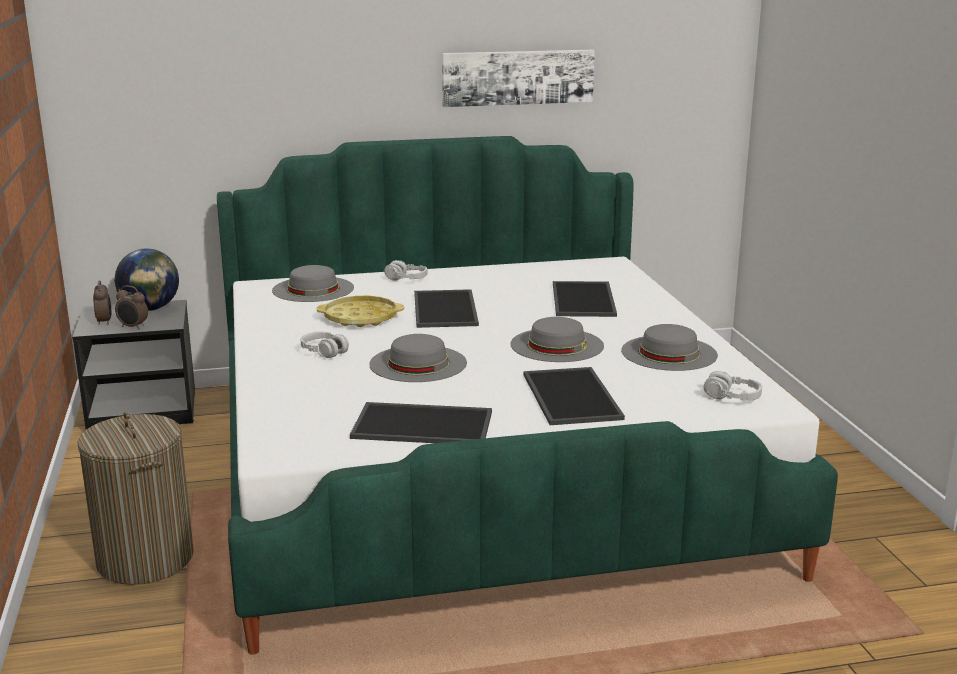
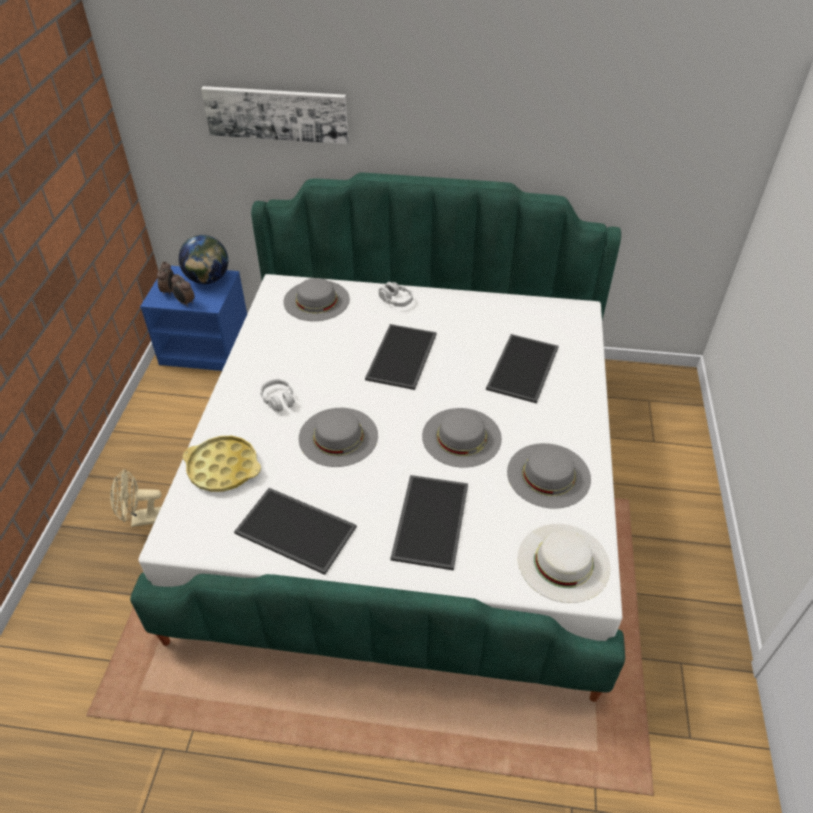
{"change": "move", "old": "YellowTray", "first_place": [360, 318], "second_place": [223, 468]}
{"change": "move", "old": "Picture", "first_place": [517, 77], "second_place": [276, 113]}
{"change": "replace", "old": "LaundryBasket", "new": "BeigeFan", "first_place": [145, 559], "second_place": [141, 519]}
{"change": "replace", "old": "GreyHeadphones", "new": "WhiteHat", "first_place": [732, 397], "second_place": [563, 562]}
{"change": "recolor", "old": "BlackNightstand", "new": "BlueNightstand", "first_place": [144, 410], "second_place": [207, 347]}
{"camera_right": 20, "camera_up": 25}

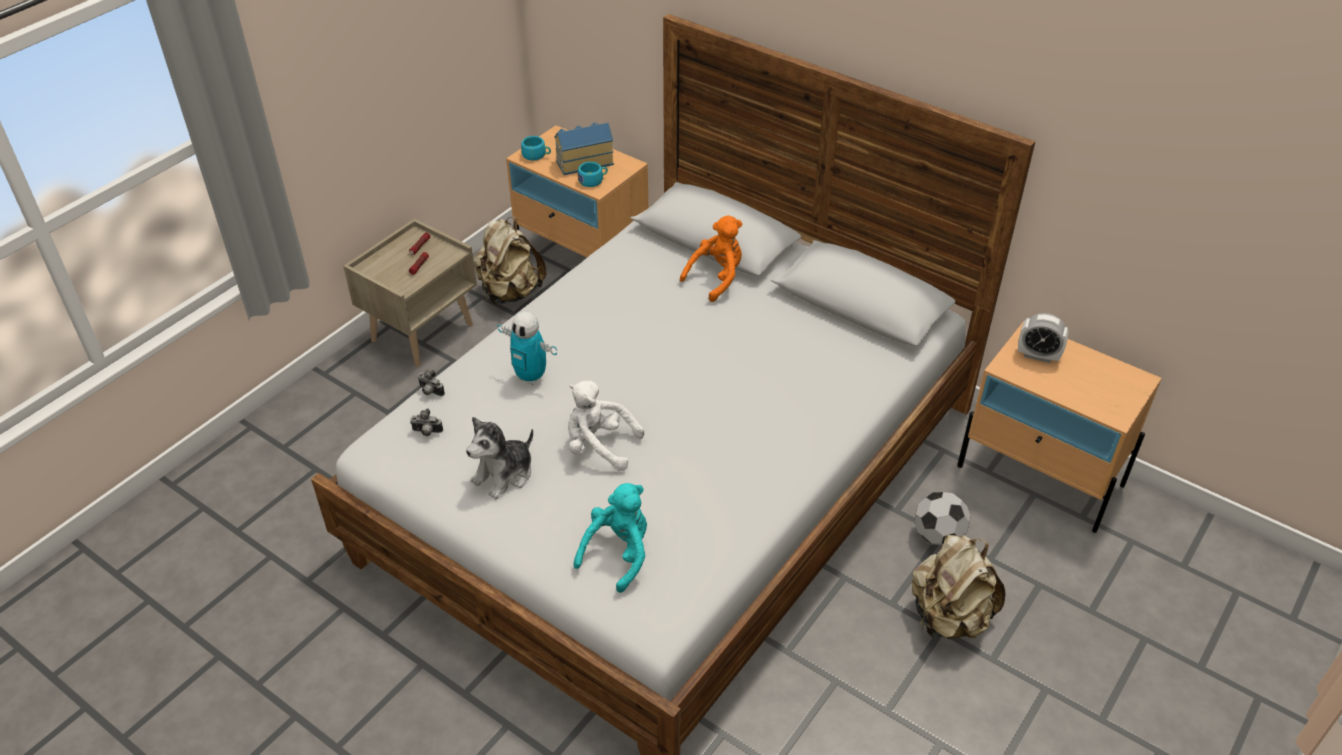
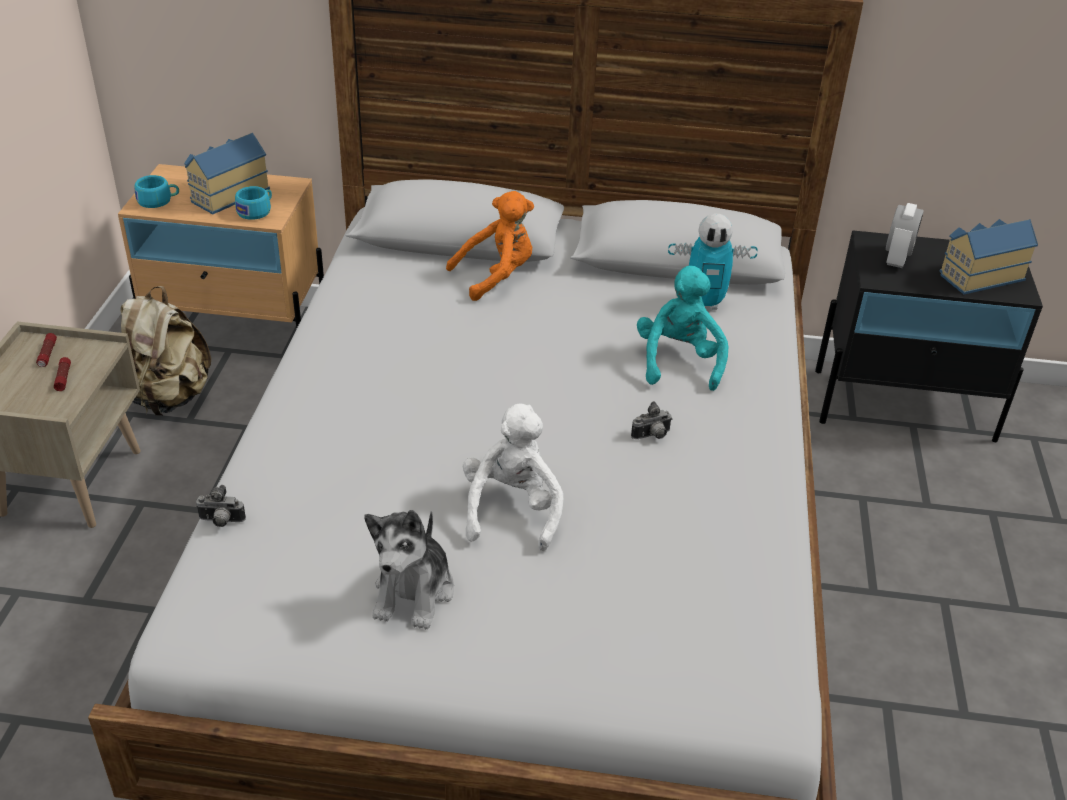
{"change": "delete", "old": "BeigeBackpack", "first_place": [949, 617]}
{"change": "delete", "old": "Football", "first_place": [938, 535]}
{"change": "insert", "new": "ToyHouse", "second_place": [978, 275]}
{"change": "move", "old": "PhotoCamera", "first_place": [427, 432], "second_place": [652, 436]}
{"change": "move", "old": "ToyRobot", "first_place": [531, 377], "second_place": [705, 303]}
{"change": "move", "old": "TurquoisePlushToy", "first_place": [618, 553], "second_place": [679, 361]}
{"change": "recolor", "old": "BeigeNightstand", "new": "BlackNightstand", "first_place": [1041, 476], "second_place": [904, 405]}
{"change": "rotate", "old": "WhitePlushToy", "first_place": [599, 446], "second_place": [512, 510], "degrees": 105}
{"change": "rotate", "old": "OrangePlushToy", "first_place": [716, 278], "second_place": [496, 276], "degrees": 45}
{"change": "rotate", "old": "AlarmClock", "first_place": [1038, 355], "second_place": [896, 259], "degrees": -60}
{"camera_right": -30, "camera_up": -5}

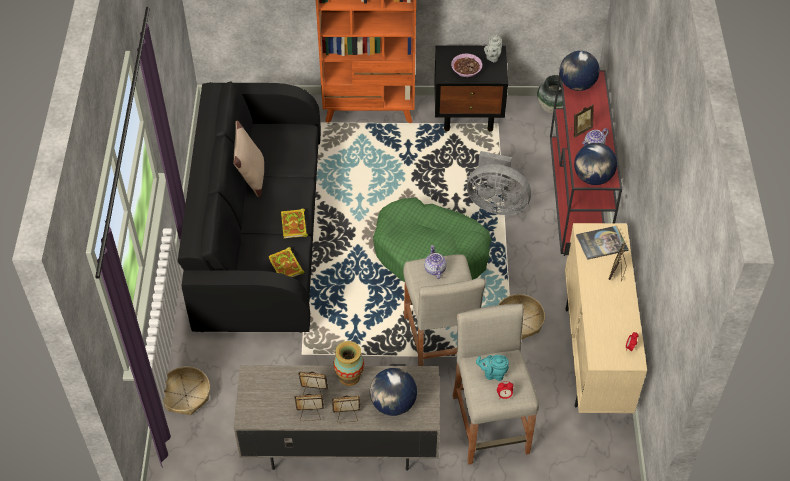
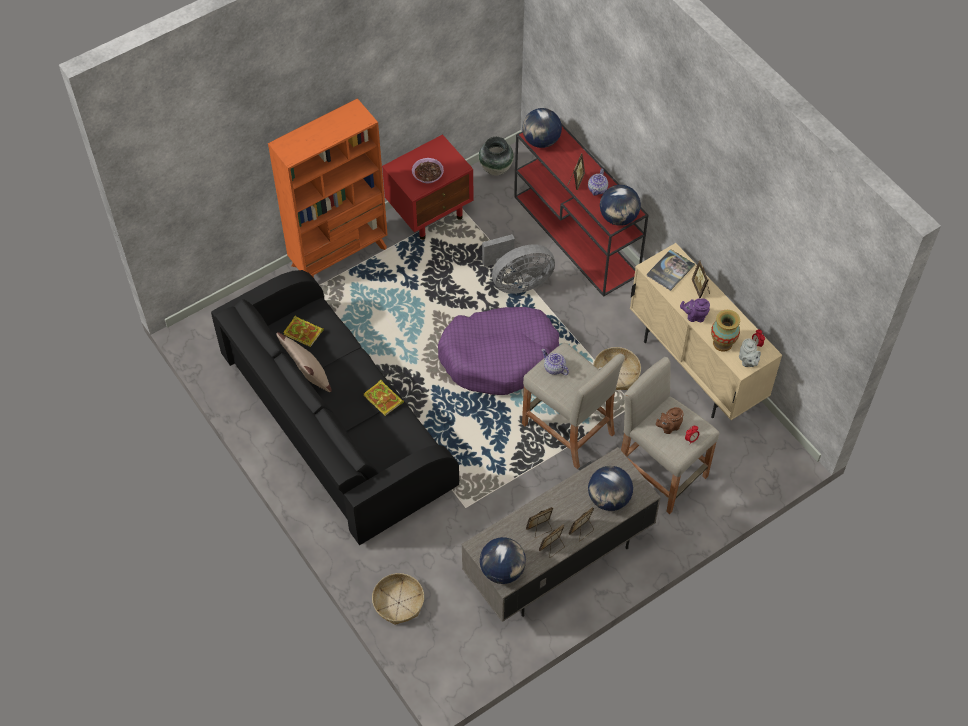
{"change": "insert", "new": "Globe", "second_place": [503, 570]}
{"change": "insert", "new": "PurpleTeapot", "second_place": [694, 316]}
{"change": "move", "old": "Book", "first_place": [286, 266], "second_place": [304, 332]}
{"change": "move", "old": "Vase", "first_place": [349, 376], "second_place": [722, 343]}
{"change": "move", "old": "GreyTeapot", "first_place": [492, 57], "second_place": [747, 361]}
{"change": "recolor", "old": "GreenDogBed", "new": "PurpleDogBed", "first_place": [430, 253], "second_place": [499, 357]}
{"change": "recolor", "old": "BlackNightstand", "new": "RedNightstand", "first_place": [469, 115], "second_place": [430, 213]}
{"change": "recolor", "old": "TurquoiseTeapot", "new": "BrownTeapot", "first_place": [493, 374], "second_place": [668, 427]}
{"camera_right": -35, "camera_up": 5}

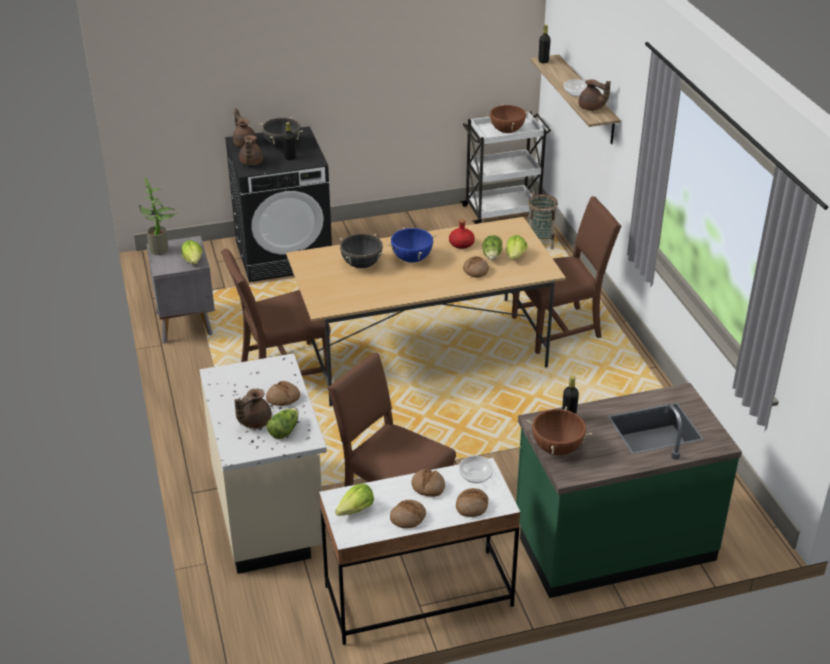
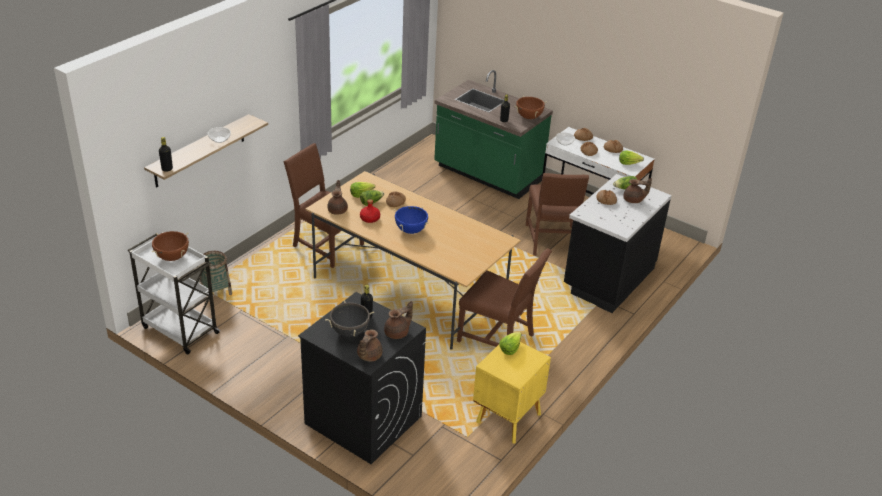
{"change": "delete", "old": "PottedPlant", "first_place": [162, 250]}
{"change": "delete", "old": "BlackCookingPot", "first_place": [361, 264]}
{"change": "move", "old": "BrownTeapot", "first_place": [591, 108], "second_place": [338, 210]}
{"change": "recolor", "old": "GreyNightstand", "new": "YellowNightstand", "first_place": [185, 323], "second_place": [507, 418]}
{"change": "recolor", "old": "BeigeCounter", "new": "BlackCounter", "first_place": [270, 513], "second_place": [607, 278]}
{"camera_right": -130, "camera_up": 0}

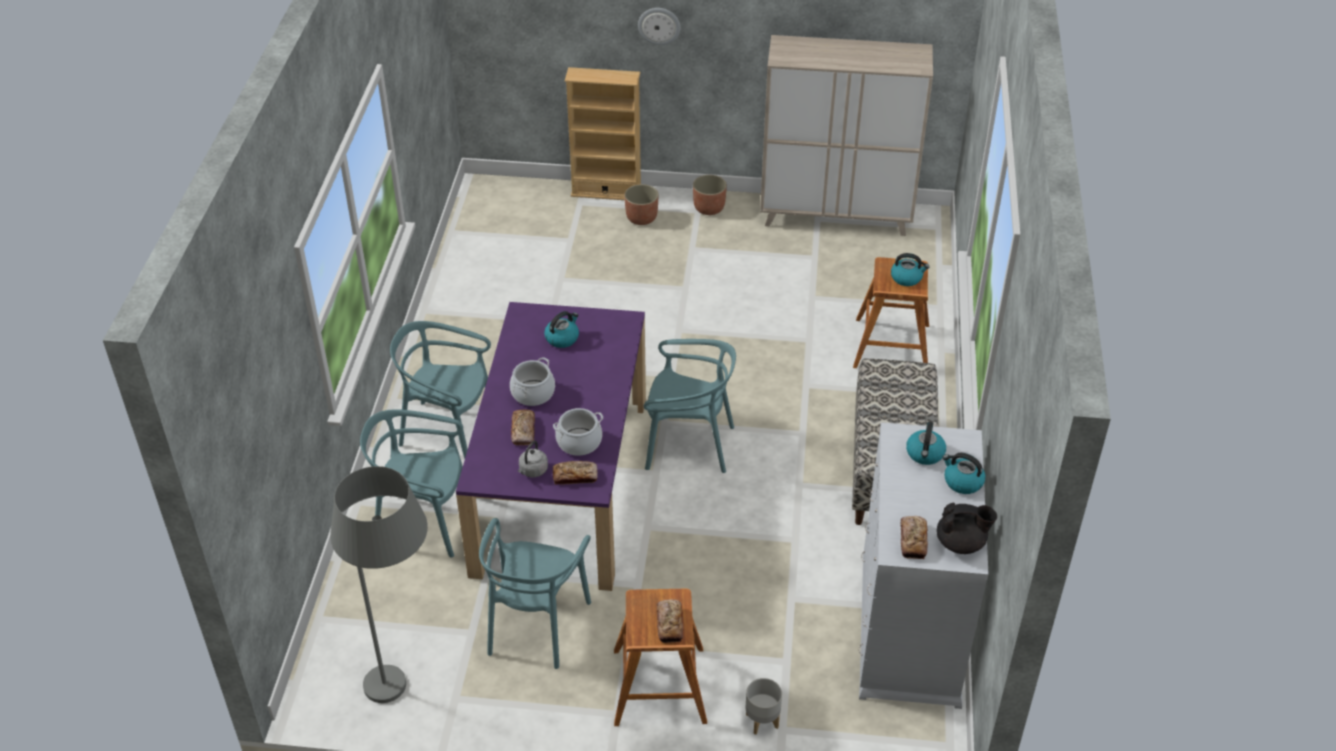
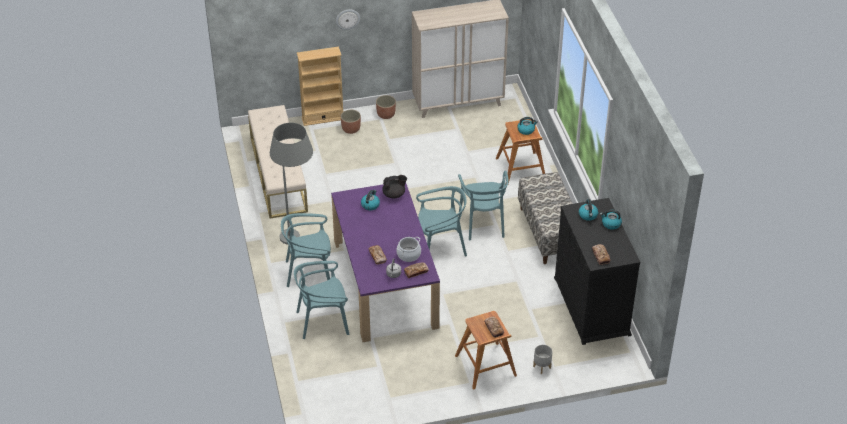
{"change": "delete", "old": "CookingPot", "first_place": [533, 393]}
{"change": "insert", "new": "BeigeBench", "second_place": [278, 174]}
{"change": "move", "old": "GreyFloorLamp", "first_place": [407, 676], "second_place": [297, 231]}
{"change": "move", "old": "TurquoiseChair", "first_place": [536, 625], "second_place": [483, 223]}
{"change": "move", "old": "BlackTeapot", "first_place": [961, 543], "second_place": [394, 194]}
{"change": "recolor", "old": "WhiteDresser", "new": "BlackDresser", "first_place": [909, 628], "second_place": [592, 306]}
{"camera_right": -20, "camera_up": 0}

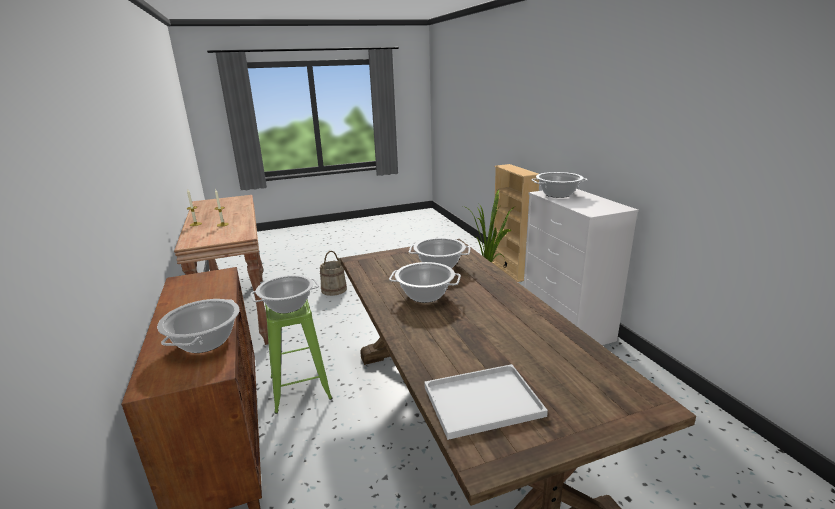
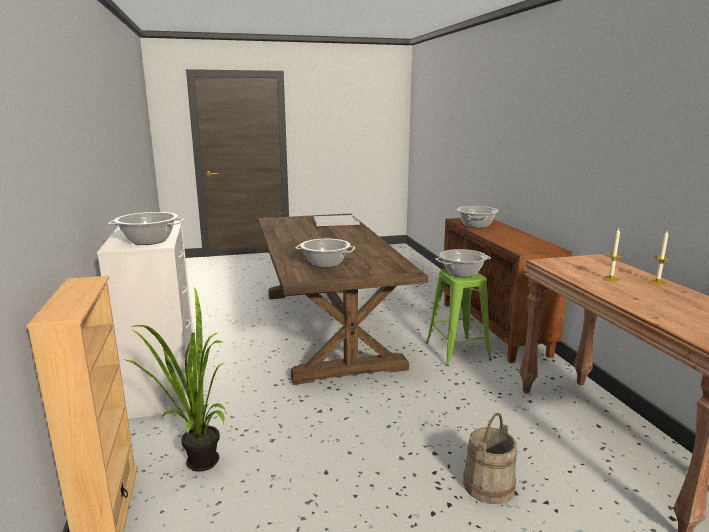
{"change": "delete", "old": "CookingPot", "first_place": [425, 295]}
{"camera_right": -175, "camera_up": -5}

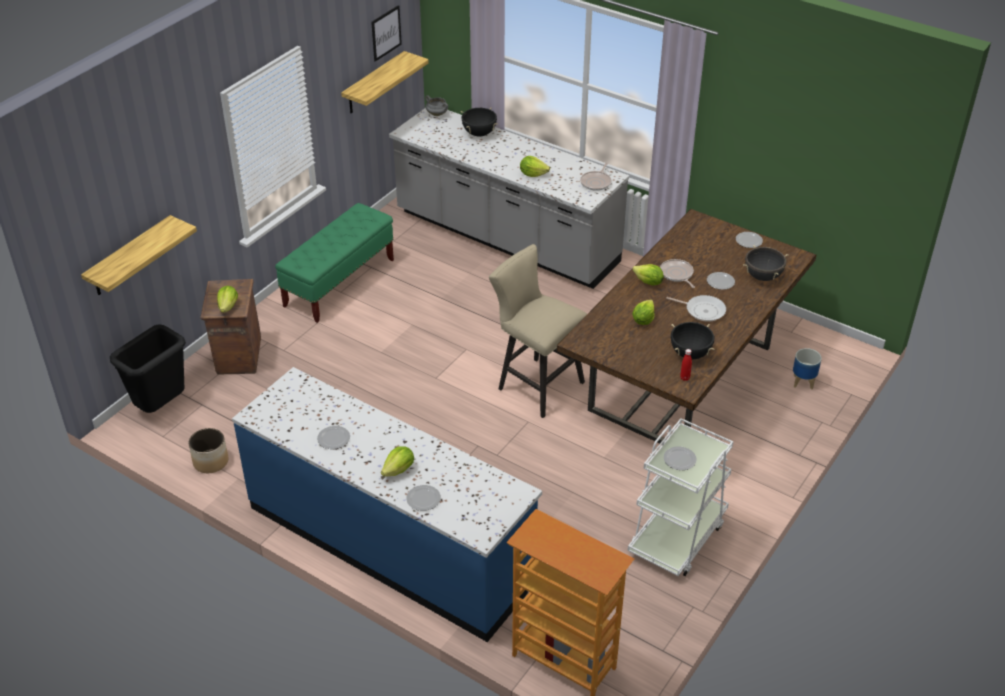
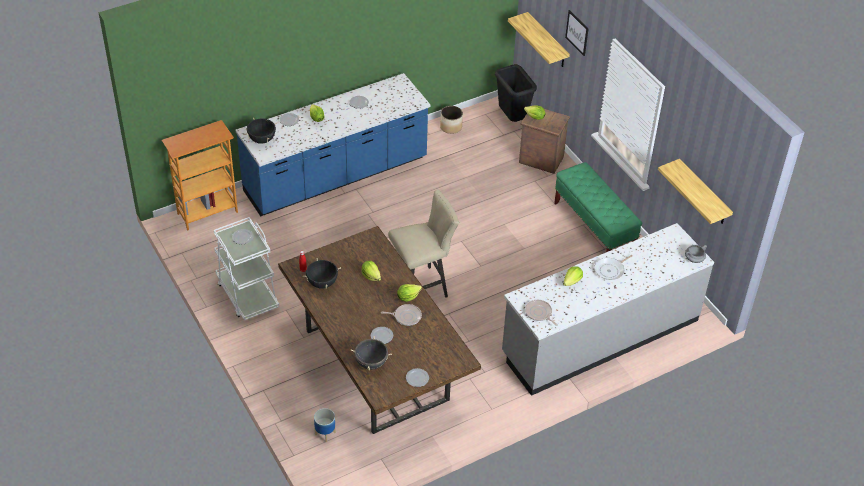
{"change": "move", "old": "Picture", "first_place": [386, 33], "second_place": [577, 32]}
{"change": "move", "old": "BlackCookingPot", "first_place": [479, 133], "second_place": [262, 139]}
{"change": "move", "old": "FryingPan", "first_place": [703, 310], "second_place": [610, 270]}
{"camera_right": 115, "camera_up": 5}

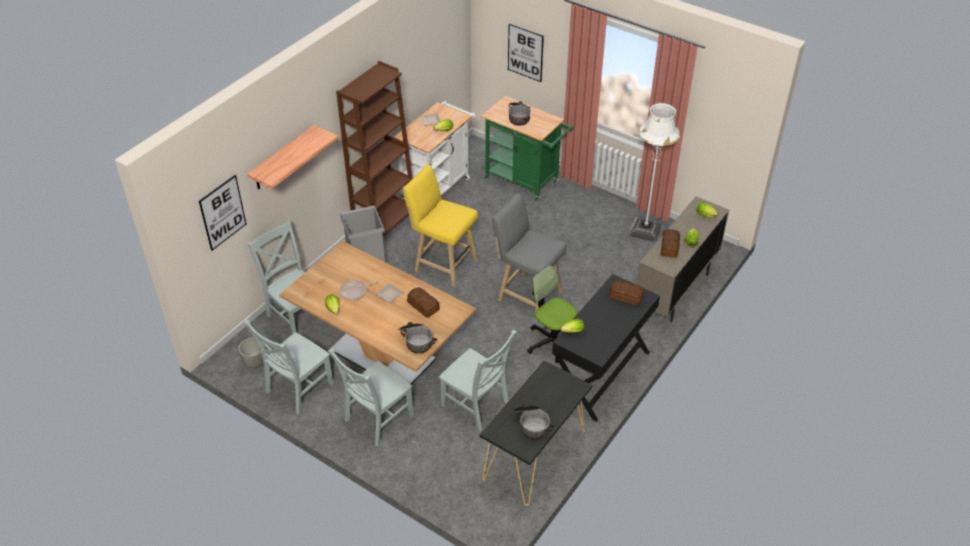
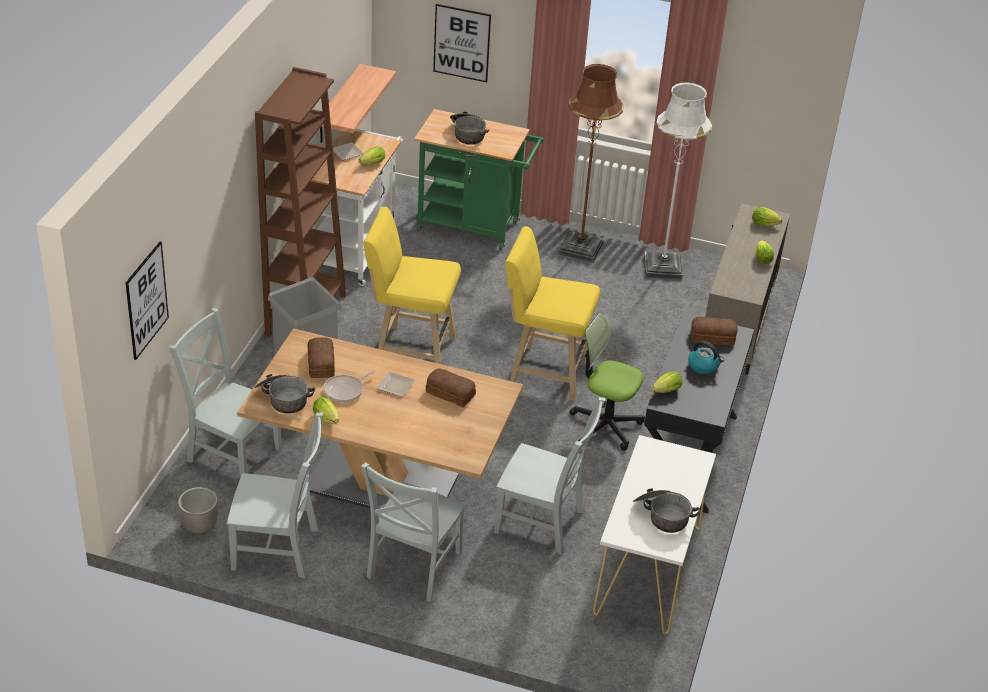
{"change": "insert", "new": "BrownFloorLamp", "second_place": [581, 248]}
{"change": "insert", "new": "Kettle", "second_place": [703, 366]}
{"change": "move", "old": "Shelf", "first_place": [283, 158], "second_place": [338, 105]}
{"change": "move", "old": "CookingPot", "first_place": [416, 341], "second_place": [282, 399]}
{"change": "move", "old": "Bread", "first_place": [669, 247], "second_place": [320, 364]}
{"change": "recolor", "old": "BlackConsoleTable", "new": "WhiteConsoleTable", "first_place": [534, 456], "second_place": [647, 571]}
{"change": "recolor", "old": "GreyStool", "new": "YellowStool", "first_place": [527, 294], "second_place": [544, 371]}
{"change": "rotate", "old": "GreyChair", "first_place": [297, 389], "second_place": [279, 550], "degrees": -105}
{"camera_right": -20, "camera_up": -5}

